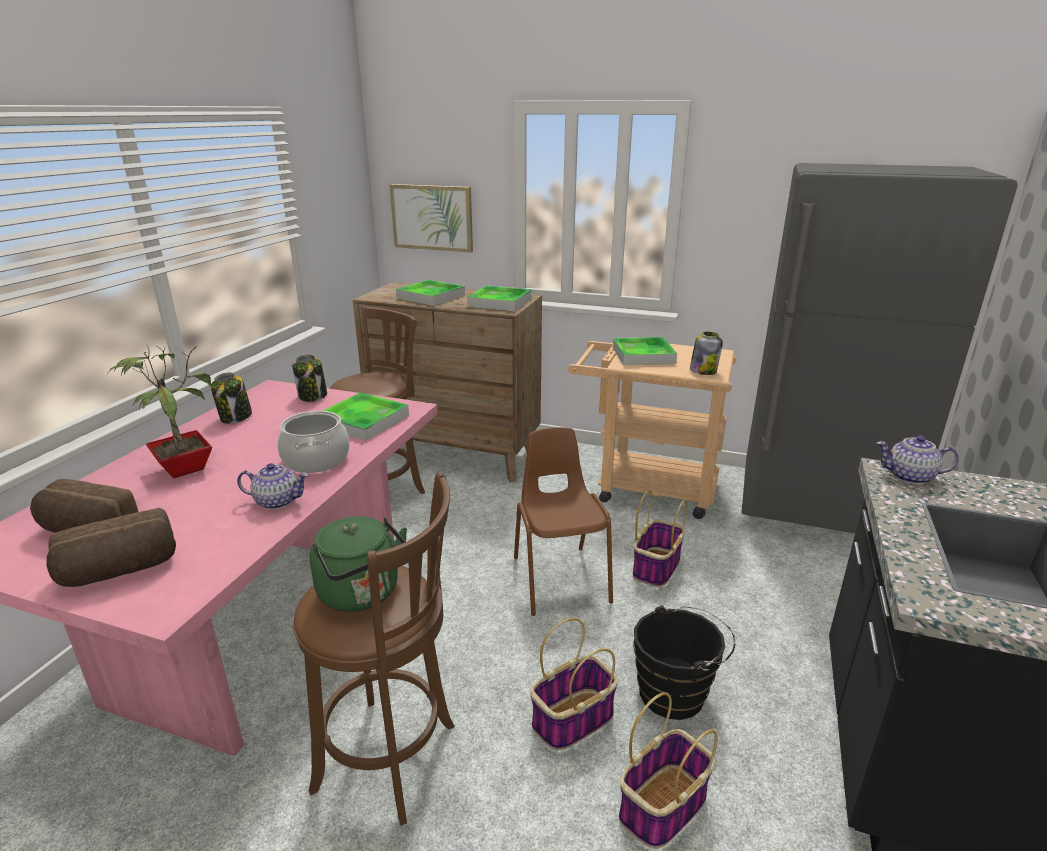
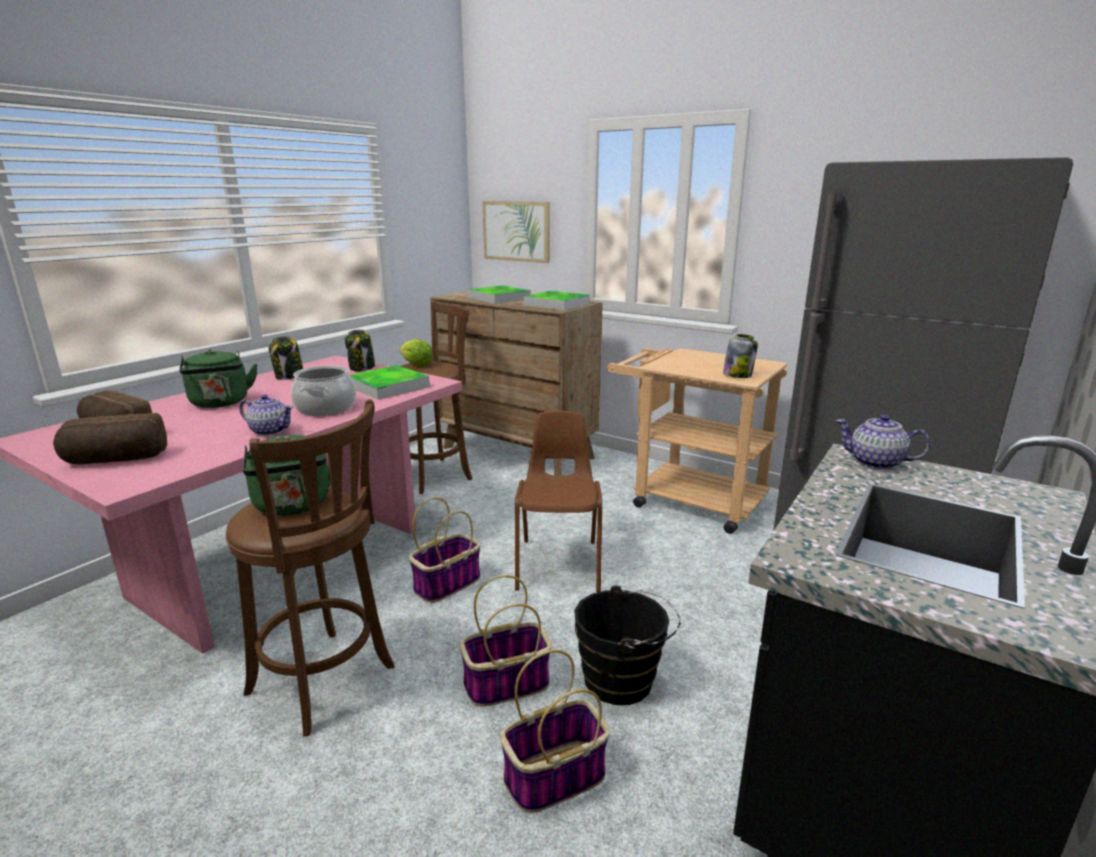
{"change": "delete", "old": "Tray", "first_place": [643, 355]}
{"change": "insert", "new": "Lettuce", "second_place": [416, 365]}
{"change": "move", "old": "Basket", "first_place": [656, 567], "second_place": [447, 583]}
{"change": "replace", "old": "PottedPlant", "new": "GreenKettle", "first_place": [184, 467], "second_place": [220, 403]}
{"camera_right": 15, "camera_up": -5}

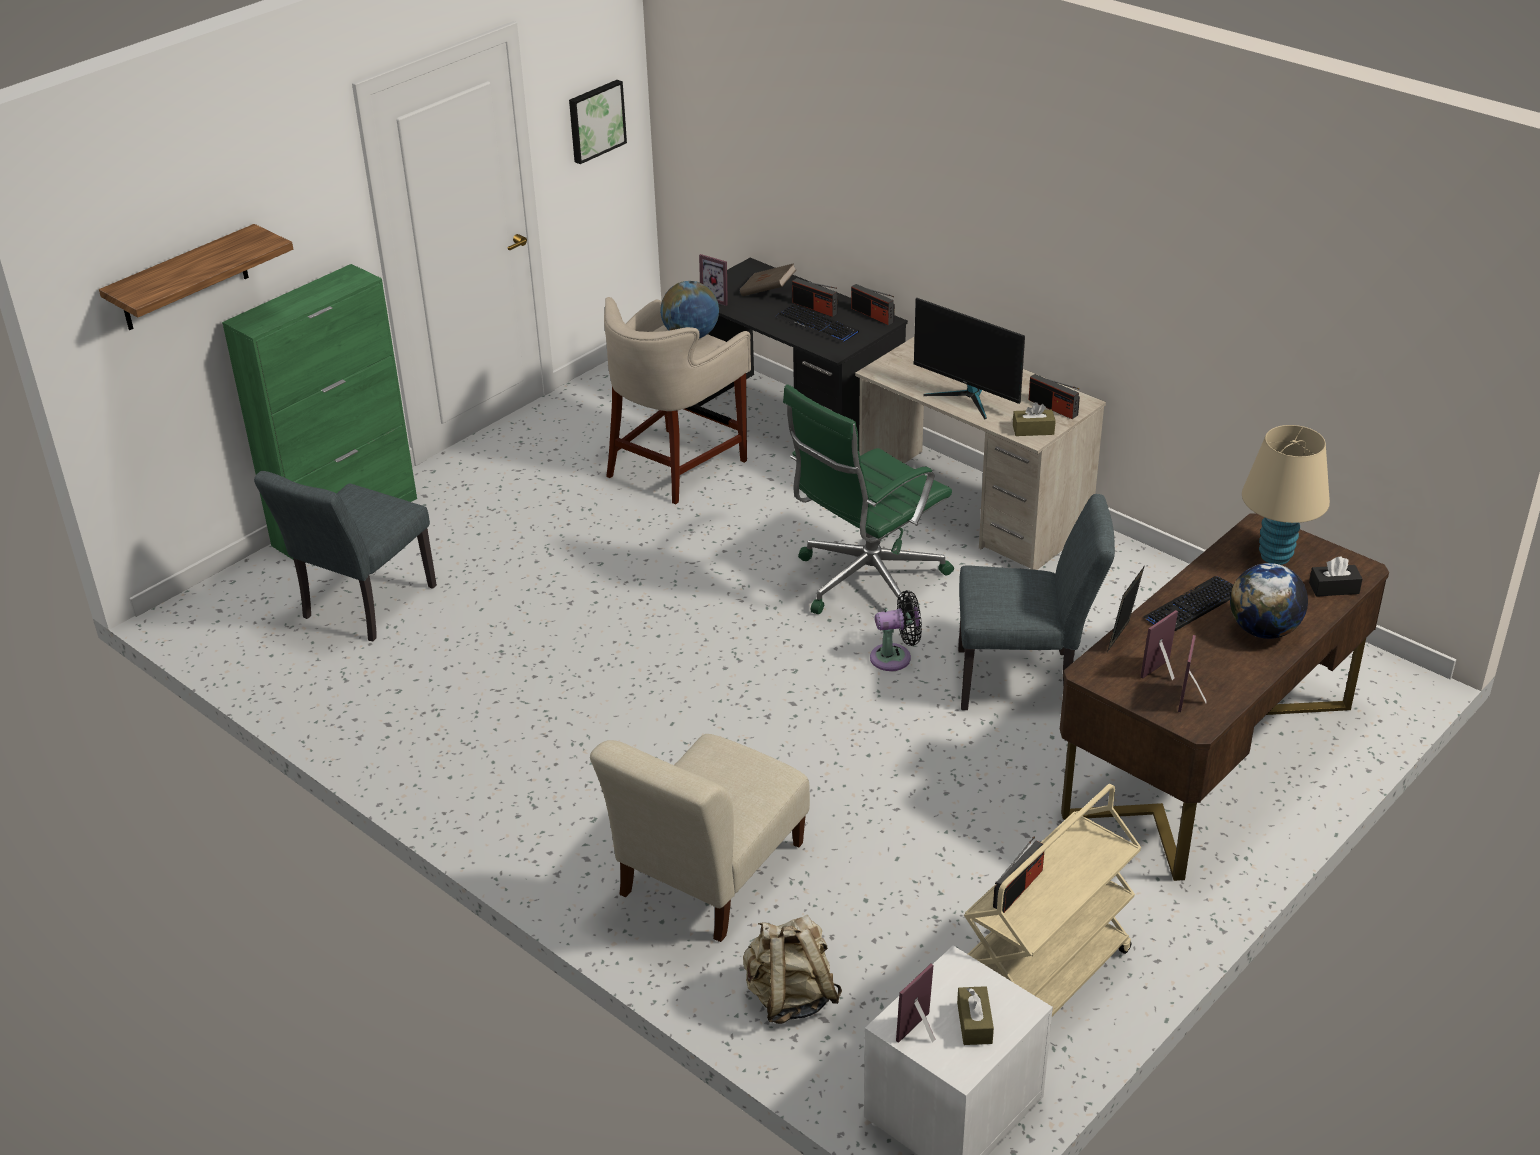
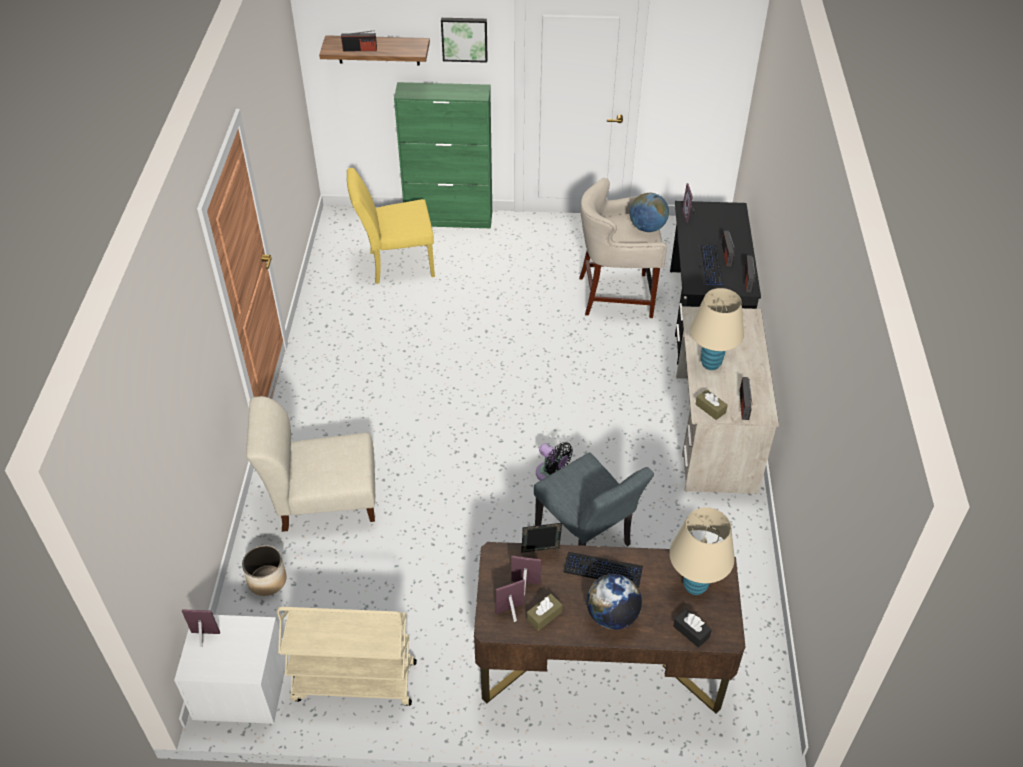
{"change": "delete", "old": "BrownBook", "first_place": [768, 292]}
{"change": "delete", "old": "GreenOfficeChair", "first_place": [866, 582]}
{"change": "move", "old": "Picture", "first_place": [595, 120], "second_place": [464, 38]}
{"change": "move", "old": "BrownTissueBox", "first_place": [974, 1023], "second_place": [544, 616]}
{"change": "move", "old": "Radio", "first_place": [1018, 888], "second_place": [360, 49]}
{"change": "replace", "old": "BeigeBackpack", "new": "Planter", "first_place": [790, 997], "second_place": [266, 580]}
{"change": "replace", "old": "Monitor", "new": "BeigeTableLamp", "first_place": [967, 397], "second_place": [711, 364]}
{"change": "recolor", "old": "GreyChair", "new": "YellowChair", "first_place": [362, 607], "second_place": [395, 264]}
{"camera_right": 50, "camera_up": 10}

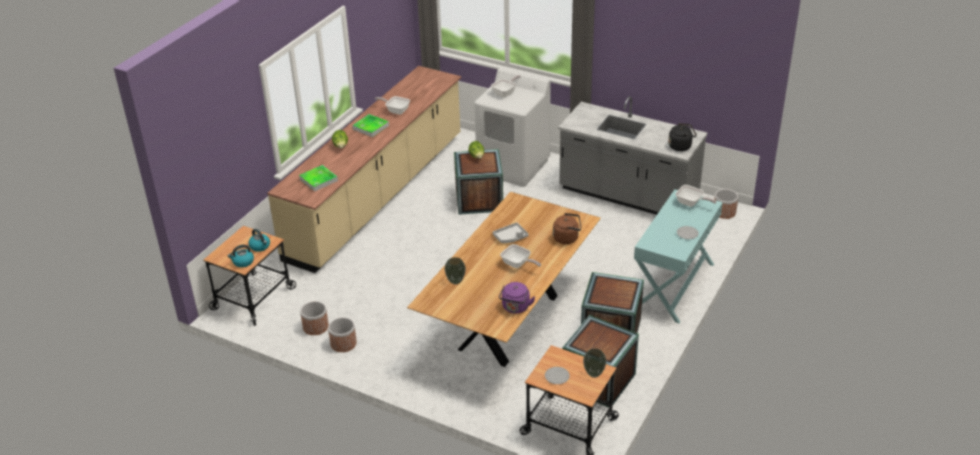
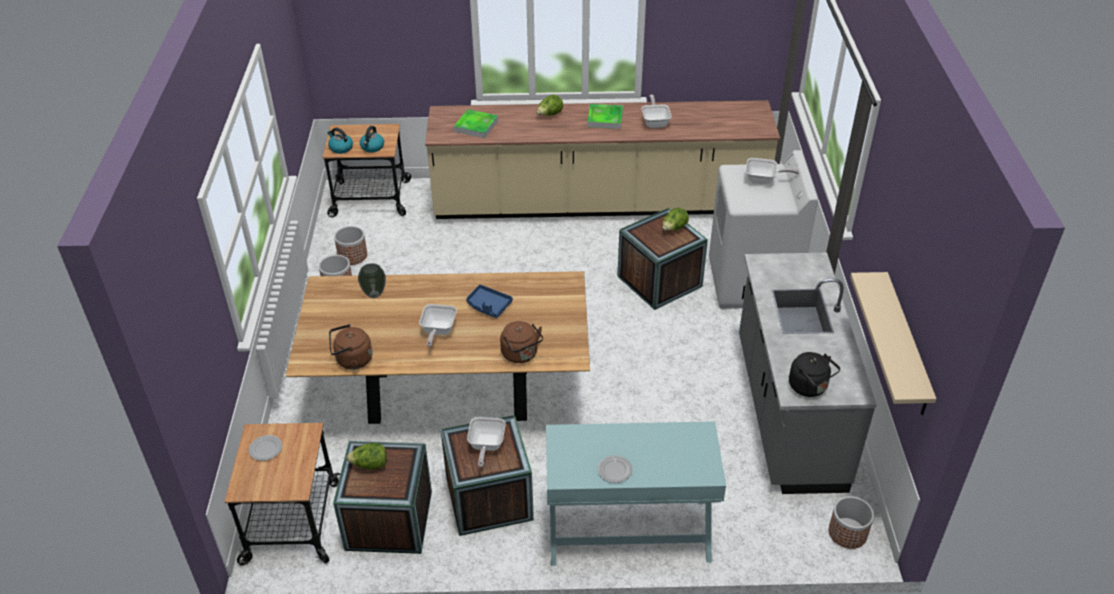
{"change": "delete", "old": "Vase", "first_place": [593, 374]}
{"change": "insert", "new": "Lettuce", "second_place": [369, 465]}
{"change": "insert", "new": "BeigeShelf", "second_place": [906, 345]}
{"change": "move", "old": "FryingPan", "first_place": [691, 203], "second_place": [486, 446]}
{"change": "recolor", "old": "GreyTray", "new": "BlueTray", "first_place": [510, 237], "second_place": [488, 306]}
{"change": "recolor", "old": "PurpleKettle", "new": "BrownKettle", "first_place": [515, 308], "second_place": [352, 360]}
{"camera_right": 60, "camera_up": 5}

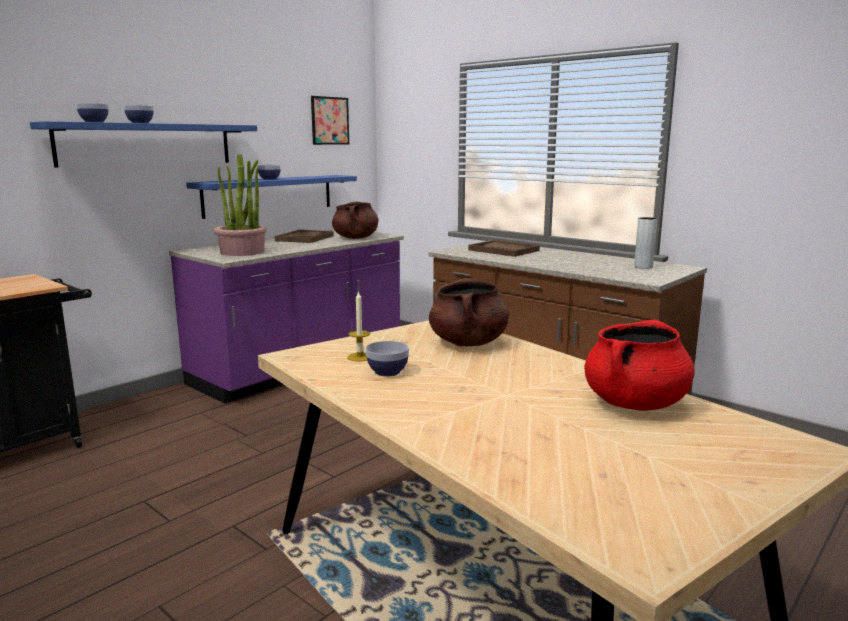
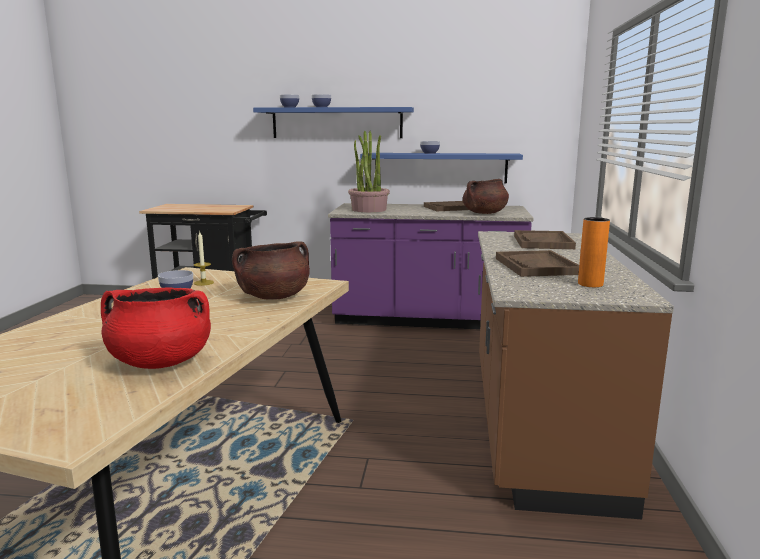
{"change": "delete", "old": "Picture", "first_place": [330, 120]}
{"change": "insert", "new": "BrownTray", "second_place": [536, 266]}
{"change": "recolor", "old": "GreyVase", "new": "OrangeVase", "first_place": [643, 267], "second_place": [590, 284]}
{"camera_right": 55, "camera_up": 0}

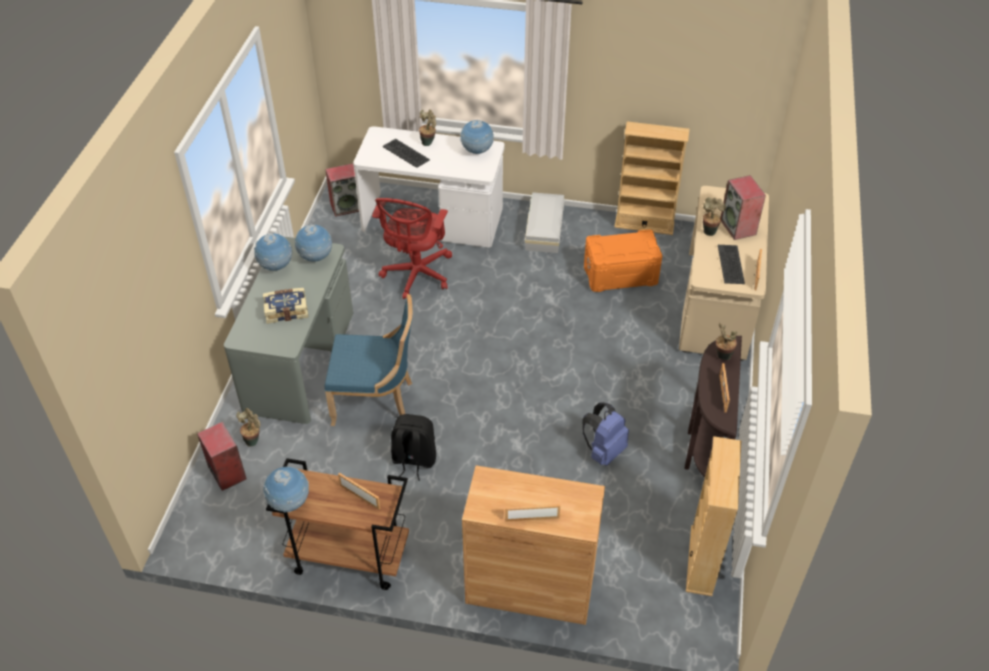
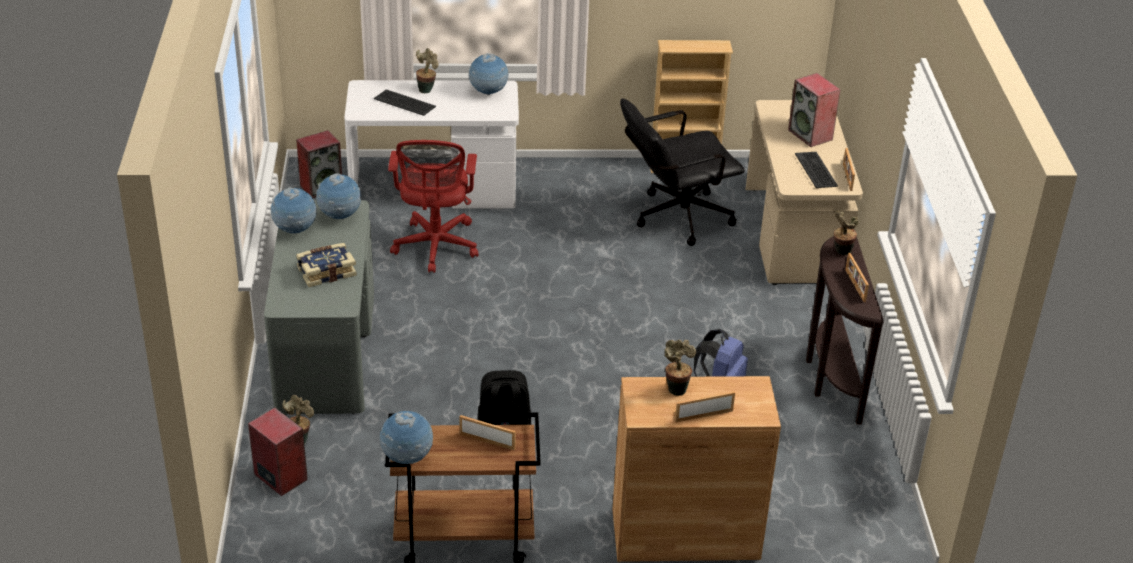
{"change": "delete", "old": "BlueChair", "first_place": [376, 401]}
{"change": "delete", "old": "WhiteStorageBox", "first_place": [545, 228]}
{"change": "delete", "old": "BeigeBookcase", "first_place": [701, 560]}
{"change": "move", "old": "PottedPlant", "first_place": [709, 230], "second_place": [676, 388]}
{"change": "replace", "old": "OrangeStorageBox", "new": "BlackOfficeChair", "first_place": [620, 274], "second_place": [674, 218]}
{"camera_right": -15, "camera_up": -10}

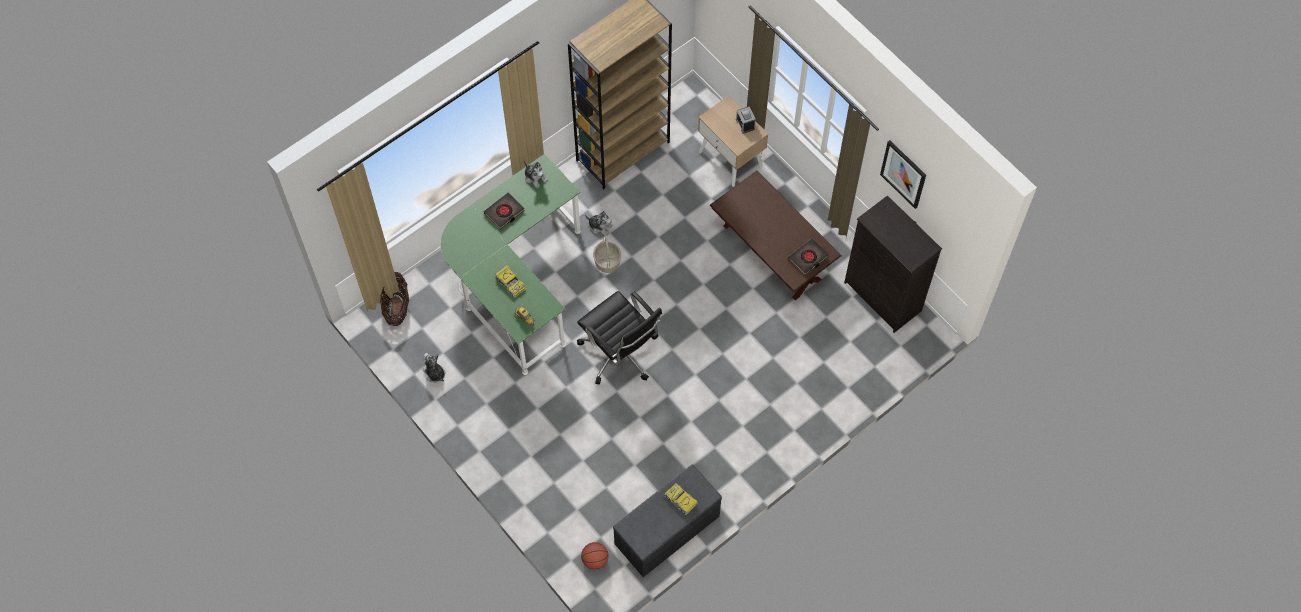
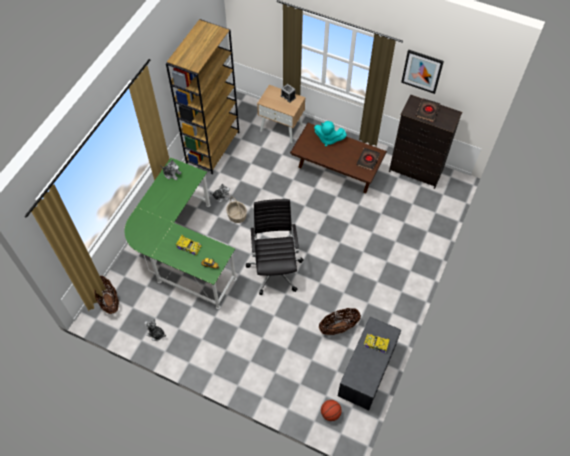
{"change": "insert", "new": "TurquoisePlushToy", "second_place": [328, 139]}
{"change": "insert", "new": "Basket", "second_place": [338, 327]}
{"change": "move", "old": "BlackBook", "first_place": [504, 212], "second_place": [427, 111]}
{"change": "rotate", "old": "BlackOfficeChair", "first_place": [620, 353], "second_place": [275, 269], "degrees": -120}
{"camera_right": -25, "camera_up": -5}

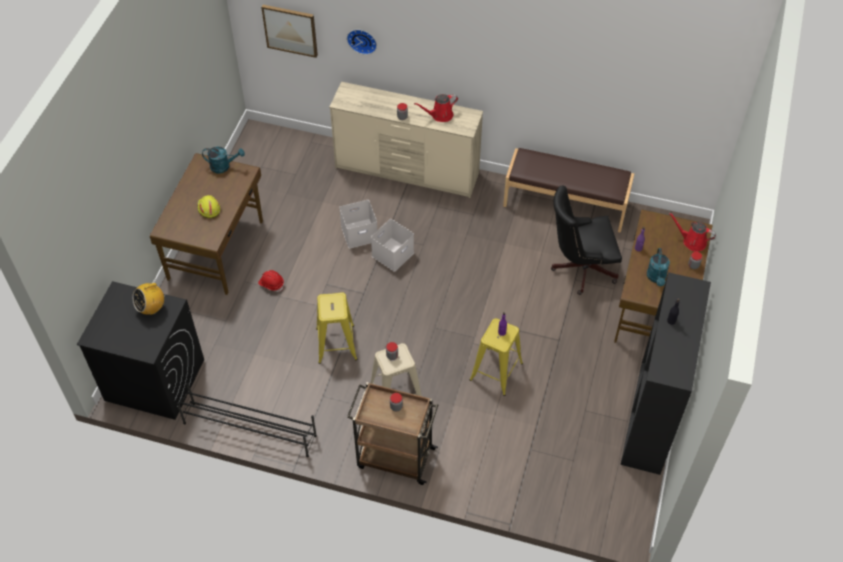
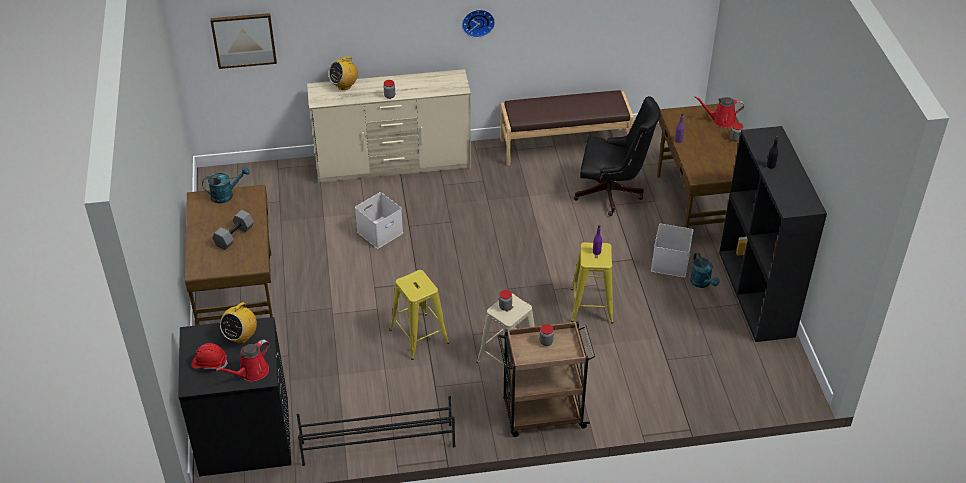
{"change": "insert", "new": "Radio", "second_place": [344, 86]}
{"change": "move", "old": "RedHardHat", "first_place": [271, 284], "second_place": [209, 363]}
{"change": "move", "old": "WallClock", "first_place": [362, 40], "second_place": [477, 22]}
{"change": "move", "old": "WhiteStorageBox", "first_place": [392, 253], "second_place": [669, 262]}
{"change": "move", "old": "RedWateringCan", "first_place": [440, 115], "second_place": [251, 372]}
{"change": "move", "old": "TurquoiseWateringCan", "first_place": [656, 278], "second_place": [702, 283]}
{"change": "replace", "old": "YellowHardHat", "new": "GreyDumbbell", "first_place": [208, 209], "second_place": [234, 237]}
{"change": "rotate", "old": "BlackOfficeChair", "first_place": [579, 268], "second_place": [612, 194], "degrees": -135}
{"camera_right": -25, "camera_up": -10}

